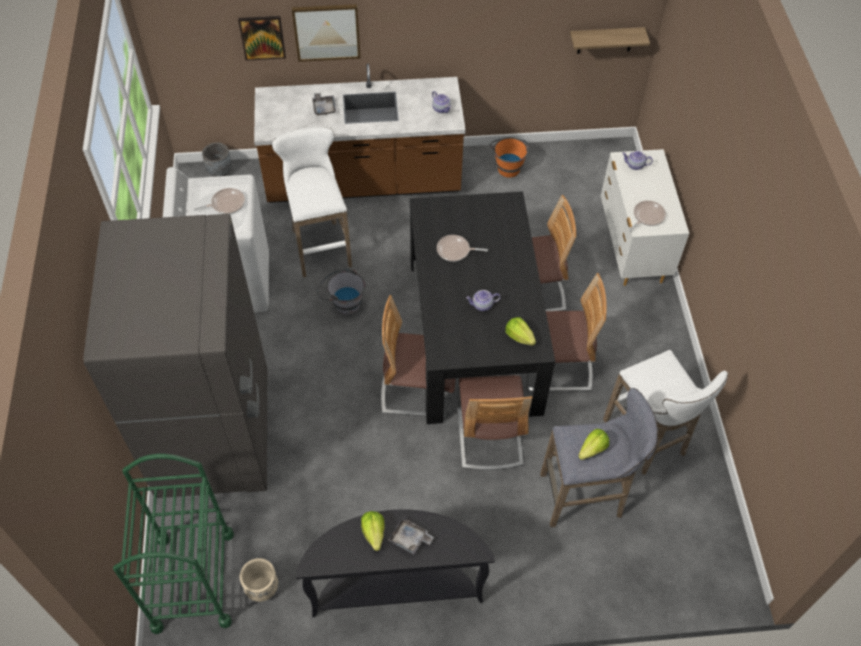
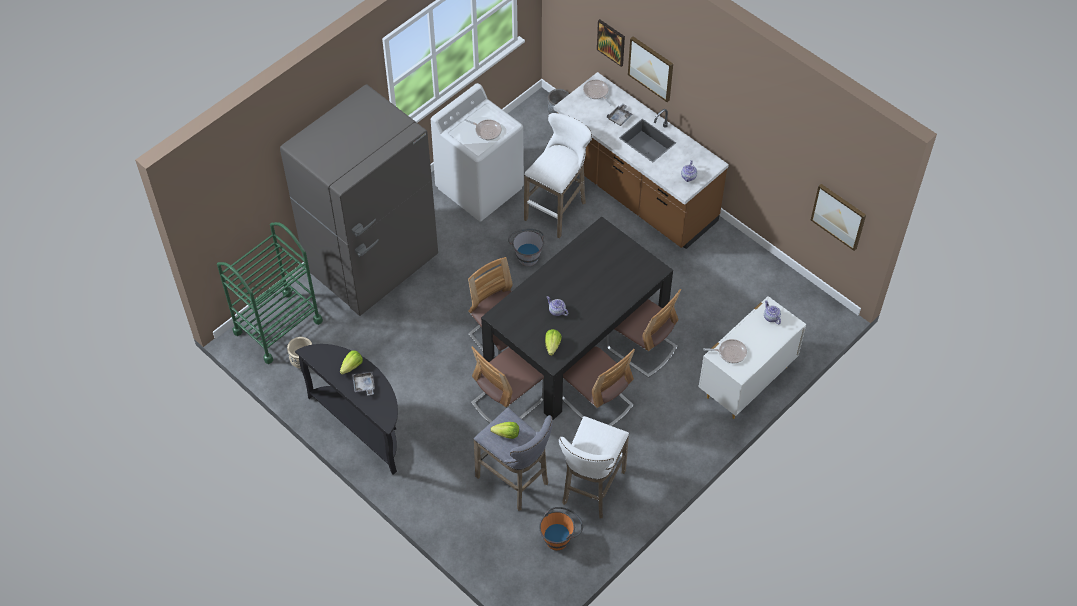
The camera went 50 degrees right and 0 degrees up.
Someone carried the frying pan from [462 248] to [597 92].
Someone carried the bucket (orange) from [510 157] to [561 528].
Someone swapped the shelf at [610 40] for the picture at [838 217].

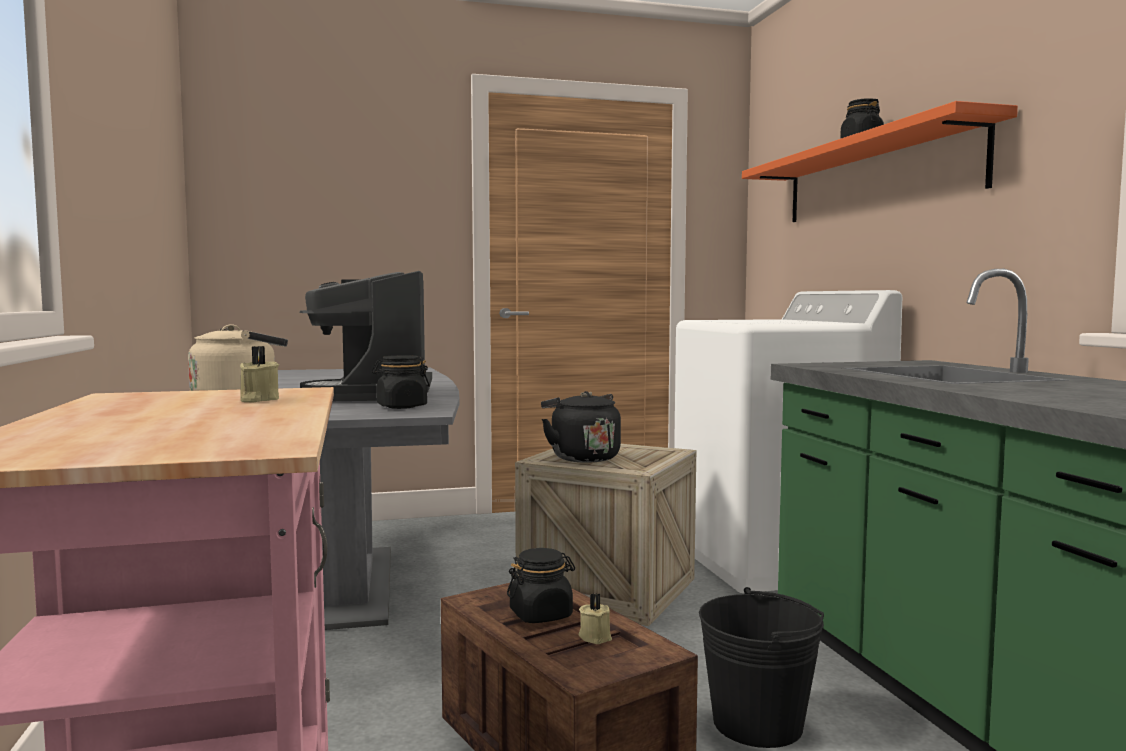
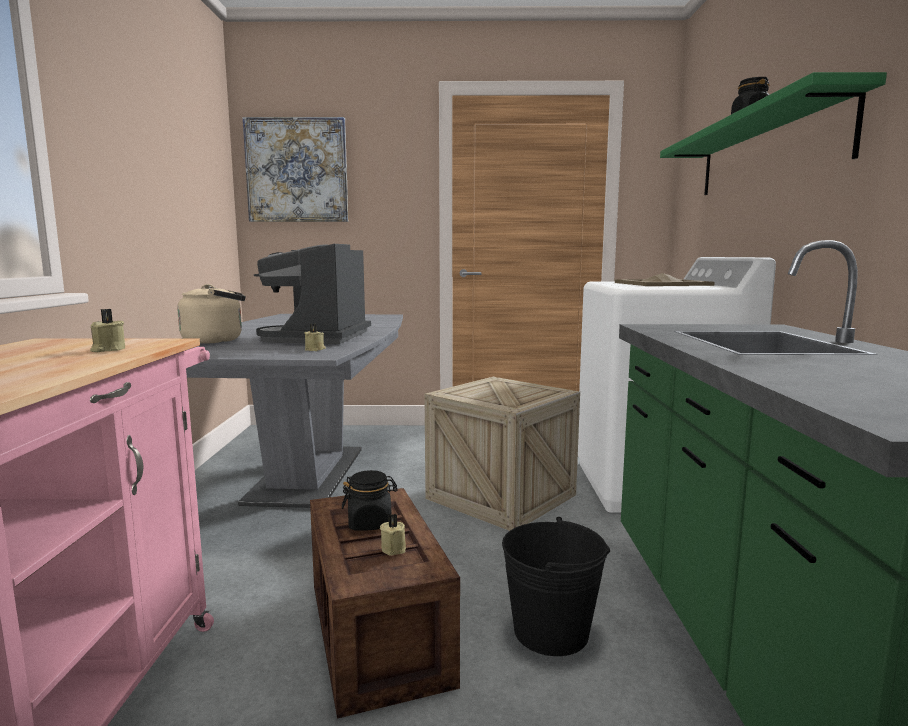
The camera went 15 degrees right and 5 degrees up.
Someone swapped the jar (black) at [401 382] for the candle (beige) at [315 337].
Someone took away the kettle (black) at [581 427].
Someone repainted the shelf (orange) at [880 161], which became the shelf (green) at [773 133].
Someone put up the picture at [295 169].
Someone put down the tray (beige) at [665 279].

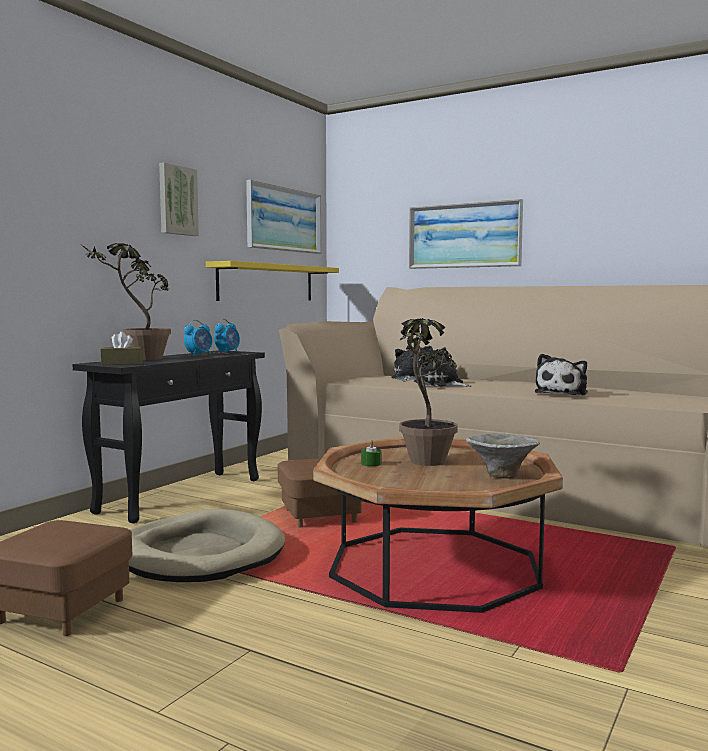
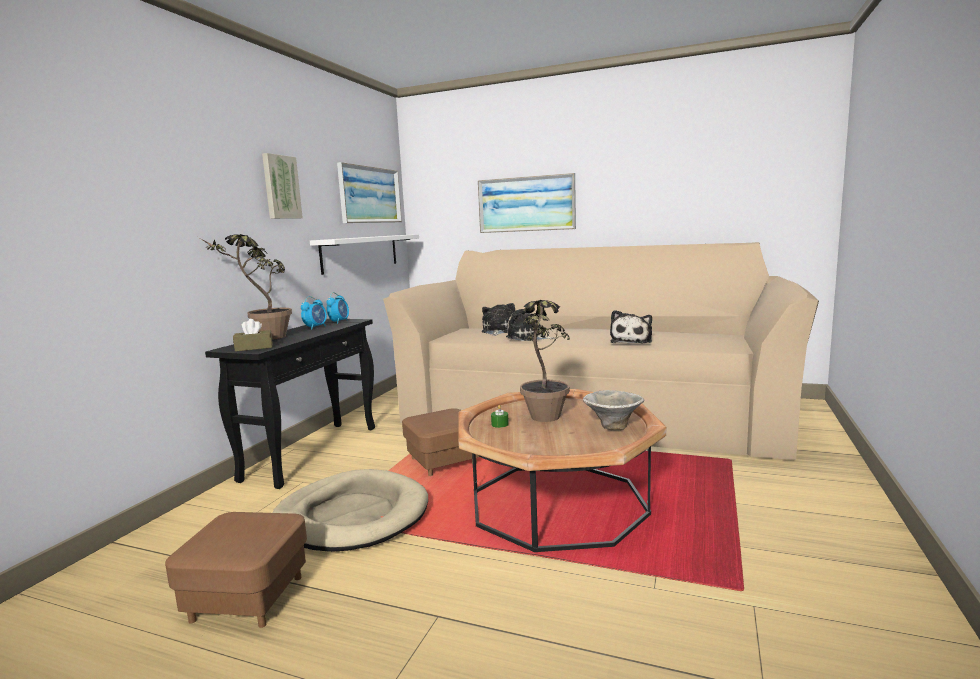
The camera went 10 degrees left and 5 degrees up.
Someone repainted the shelf (yellow) at [272 281], which became the shelf (white) at [364 254].

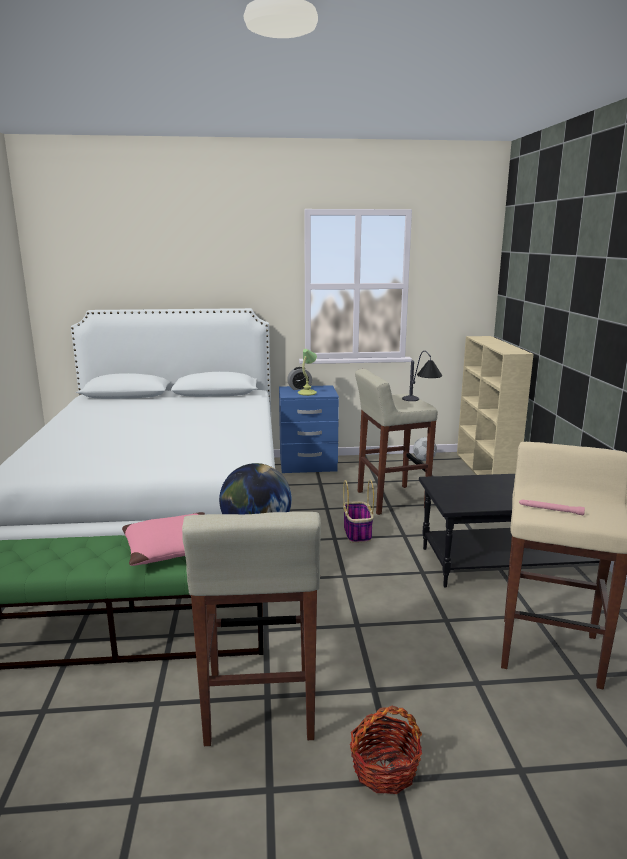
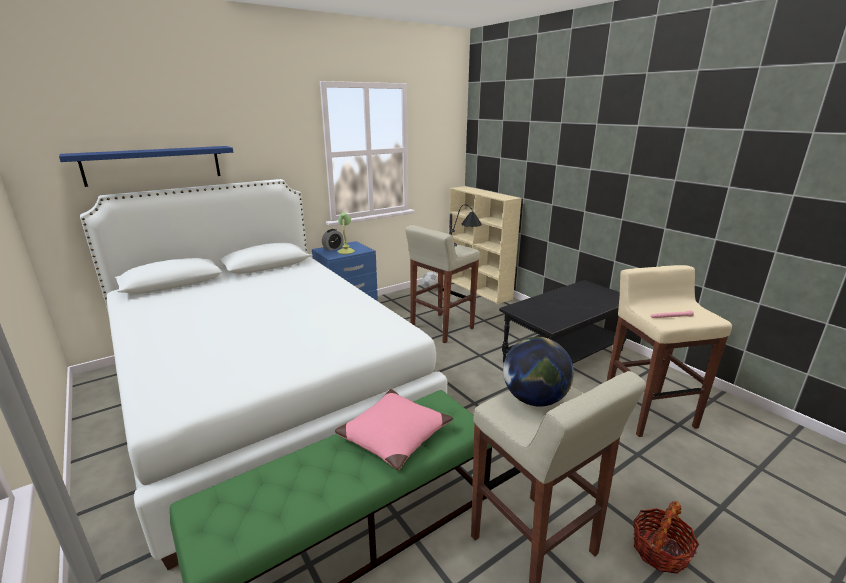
The camera went 30 degrees left and 5 degrees up.
Someone took away the basket at [358 511].
Someone put up the shelf (blue) at [146 166].

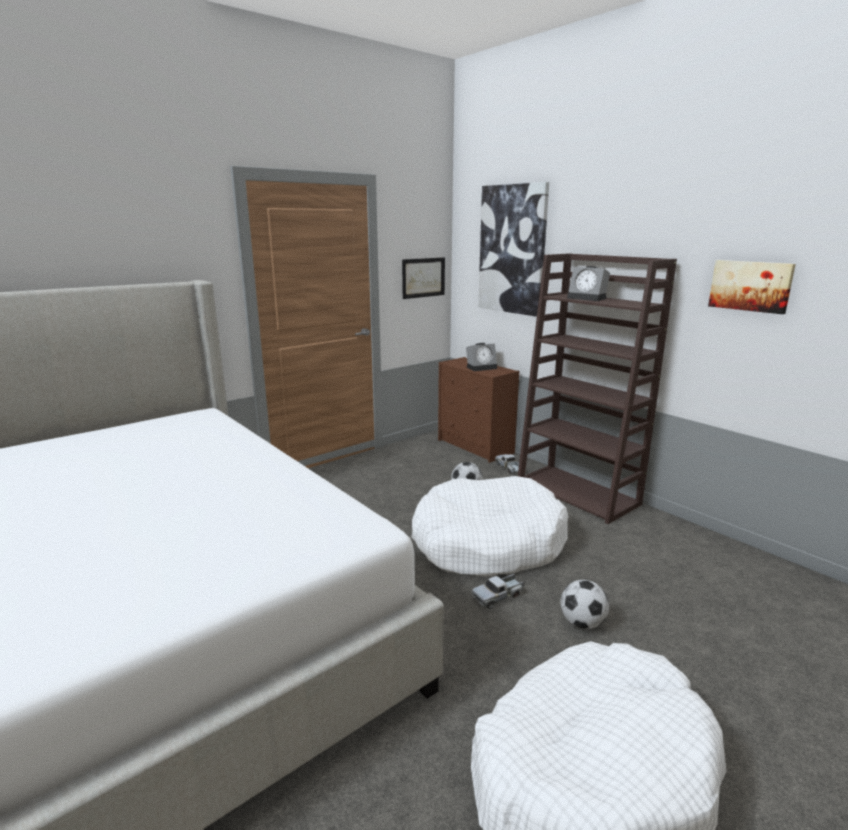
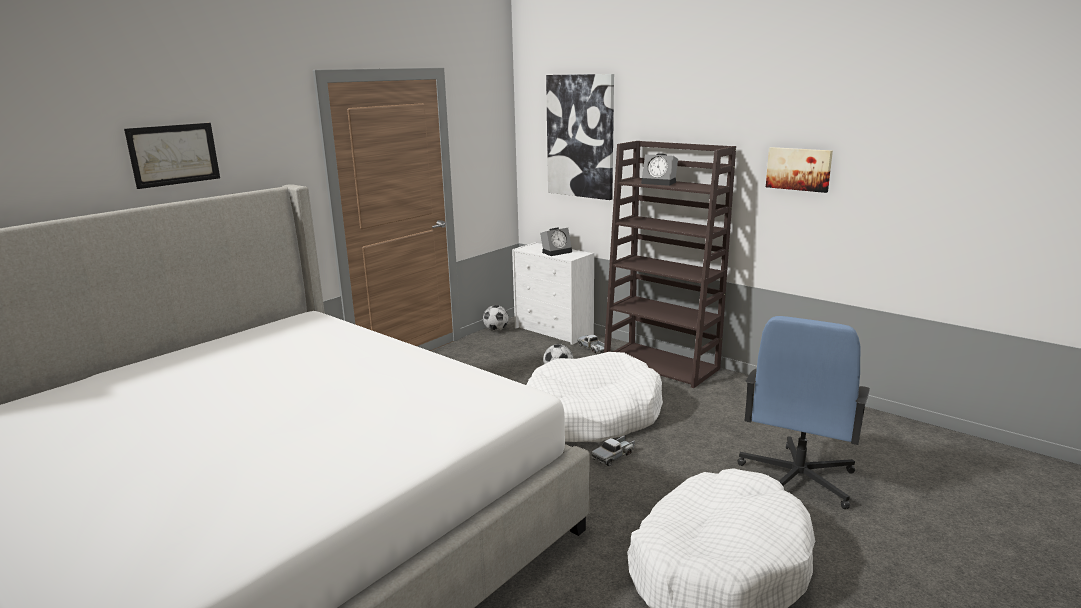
The camera went 10 degrees left and 0 degrees up.
Someone carried the picture from [423 278] to [172 156].
Someone repainted the dresser (brown) at [478 410], which became the dresser (white) at [553 293].
Someone carried the football from [584 604] to [496 318].
Someone put down the office chair (blue) at [803 412].

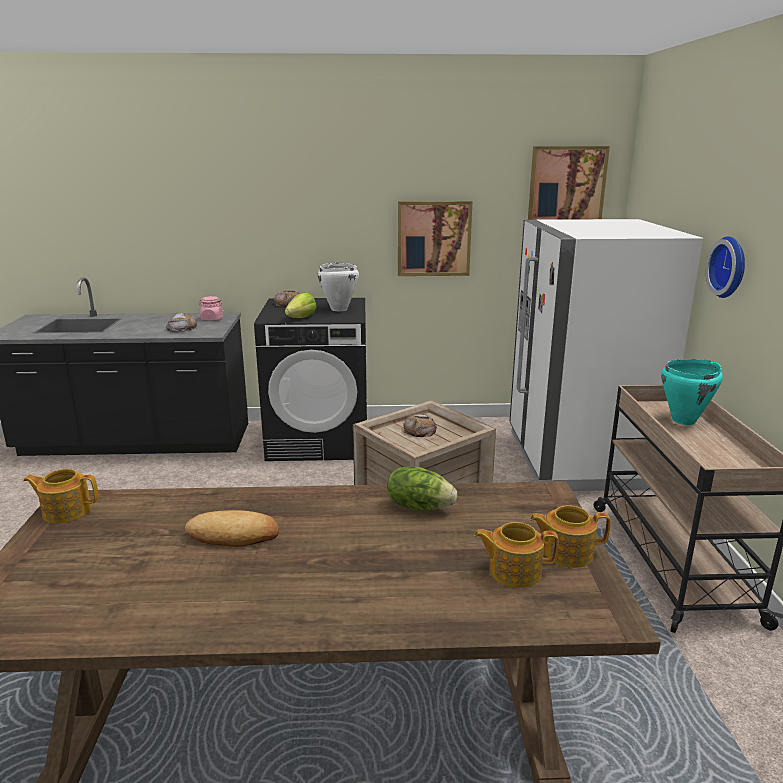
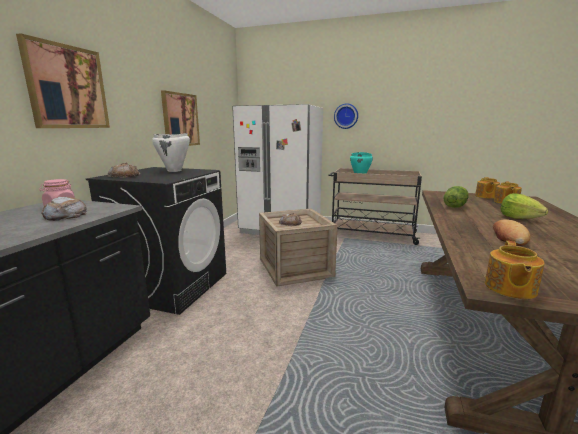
The camera went 70 degrees left and 5 degrees down.
Someone carried the lettuce from [300 305] to [524 206].
Someone carried the picture from [569 183] to [63 80].

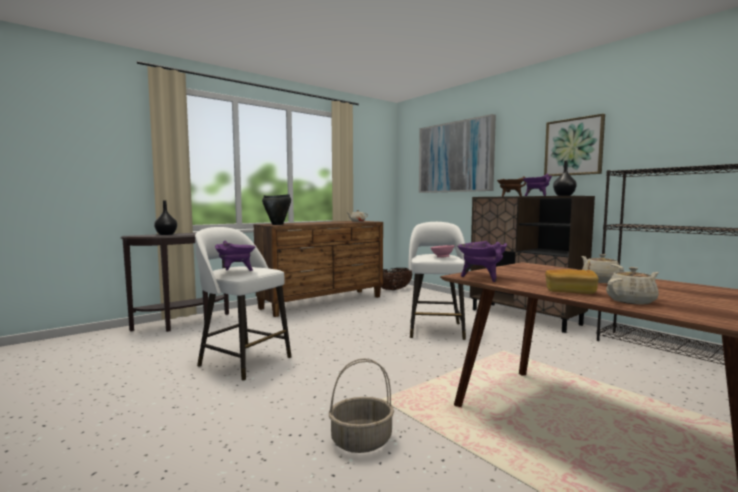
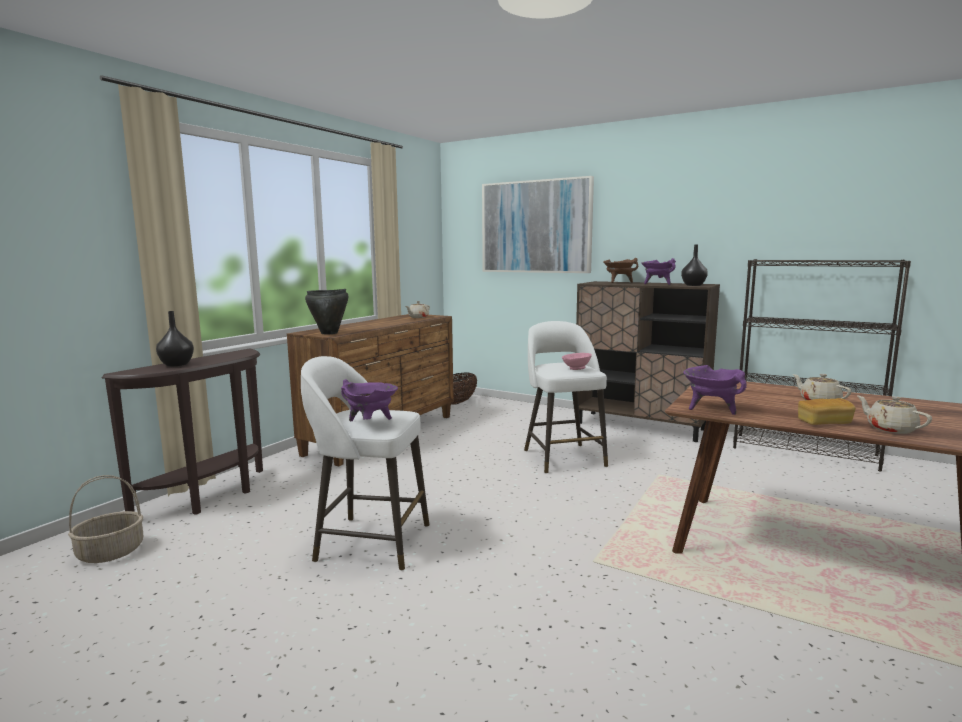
The camera went 20 degrees left and 5 degrees up.
Someone carried the basket from [361 405] to [105 519].
Someone took away the picture at [574 145].
Someone rotated the teapot (beige) at [632 286] by 75 degrees counterclockwise.

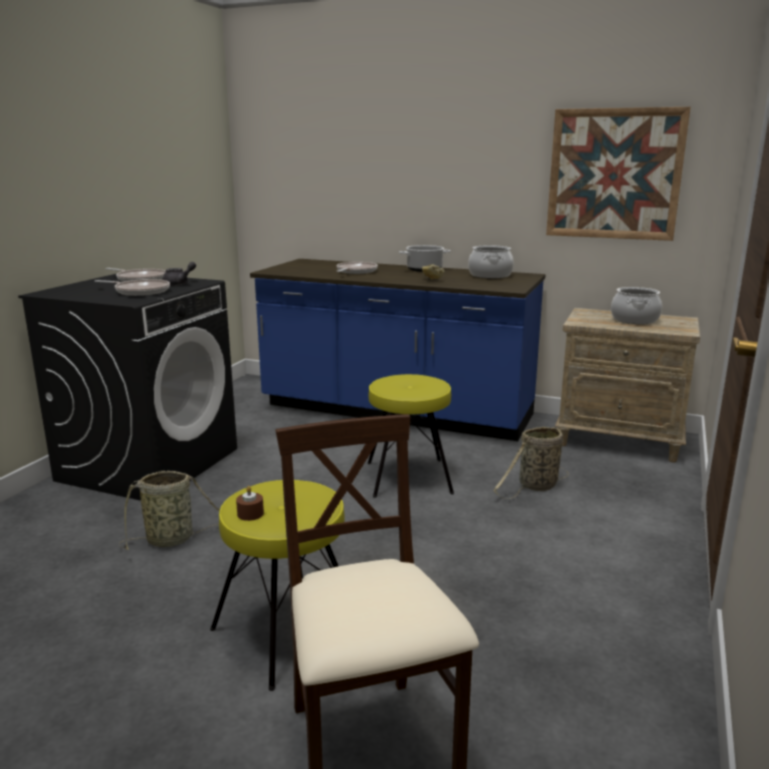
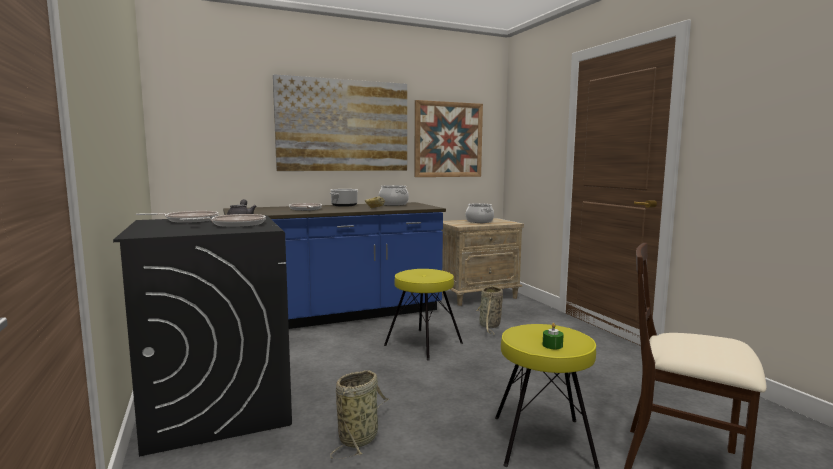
The camera went 45 degrees left and 10 degrees down.
Someone repainted the candle (brown) at [250 503], which became the candle (green) at [553 336].
Someone put up the picture at [340 122].

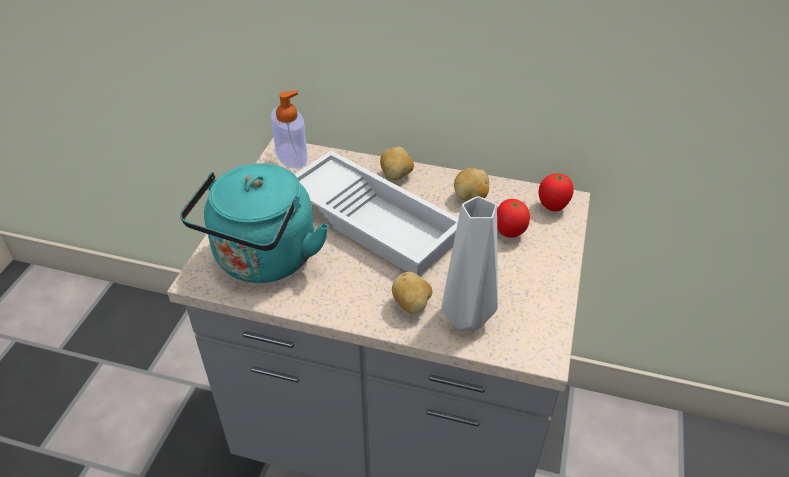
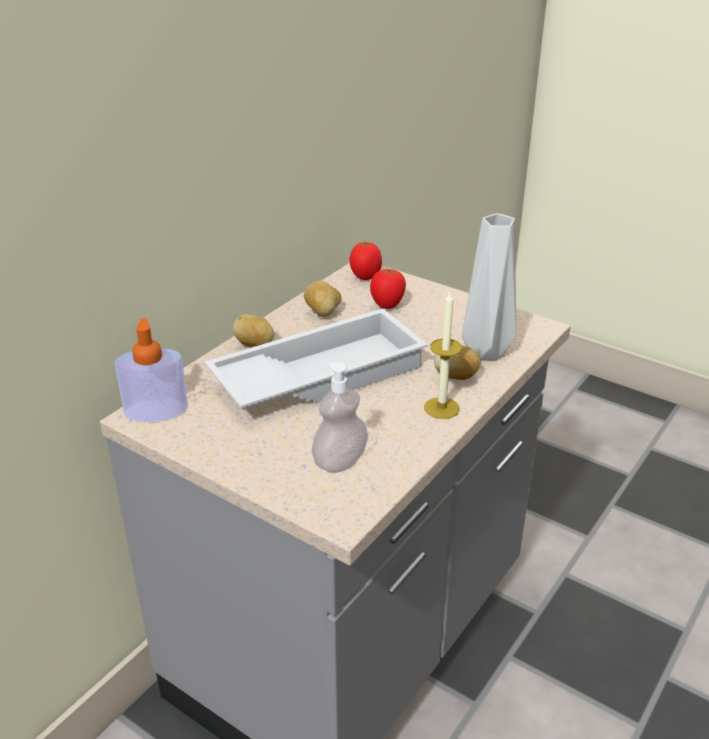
The camera went 70 degrees left and 10 degrees down.
Someone swapped the kettle (turquoise) at [254 223] for the soap dispenser at [339 417].
Someone put down the candle at [443 355].

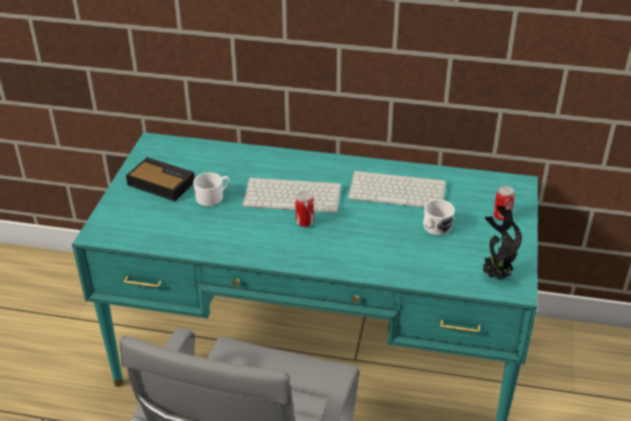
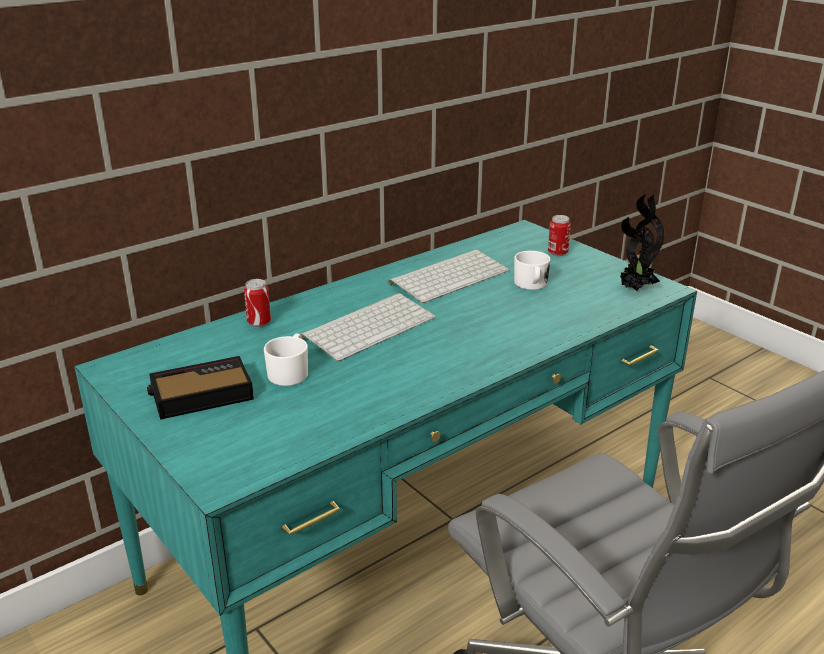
The camera went 50 degrees left and 10 degrees down.
Someone carried the can from [304 209] to [257 303].

